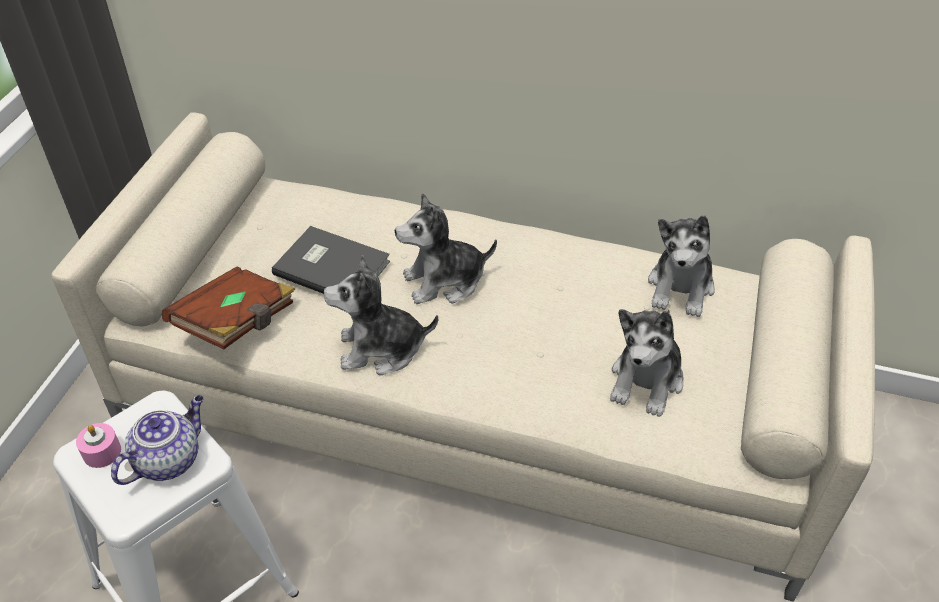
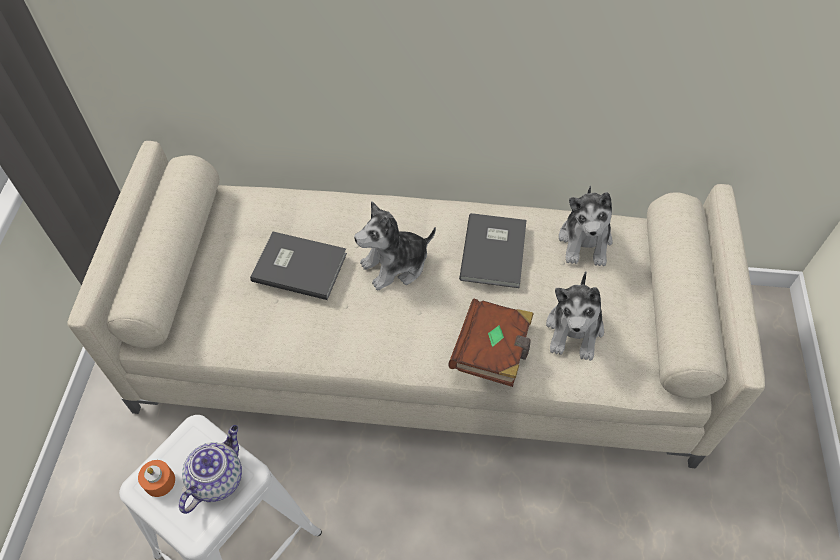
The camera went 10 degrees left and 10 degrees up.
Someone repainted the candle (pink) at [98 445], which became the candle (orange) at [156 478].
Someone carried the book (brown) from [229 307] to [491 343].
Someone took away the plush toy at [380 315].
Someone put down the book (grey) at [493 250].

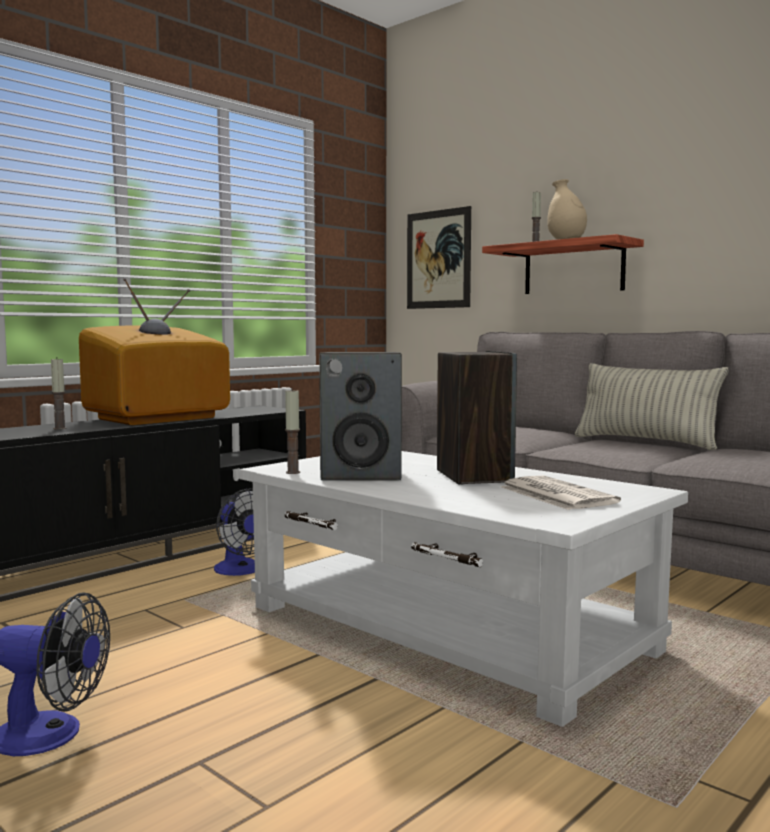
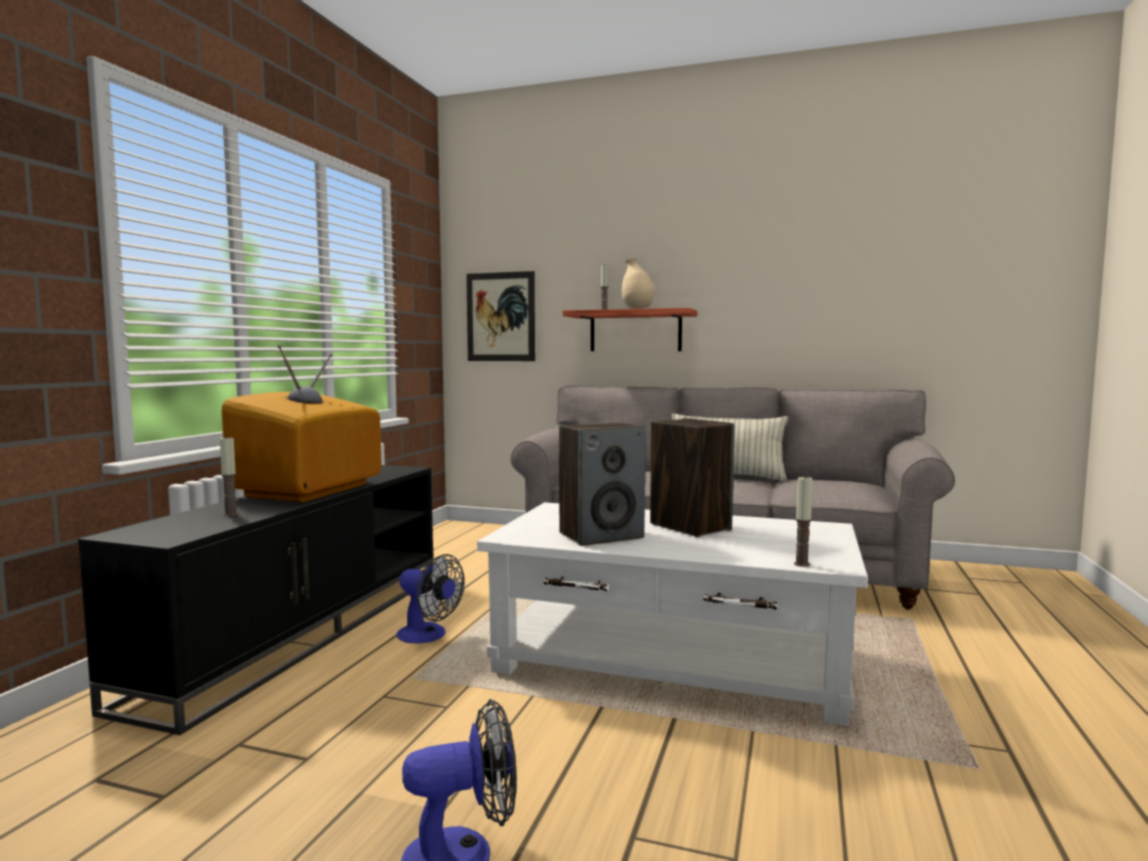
The camera went 25 degrees left and 0 degrees up.
Someone carried the candle from [292 432] to [803 521].
Someone took away the newspaper at [561 492].

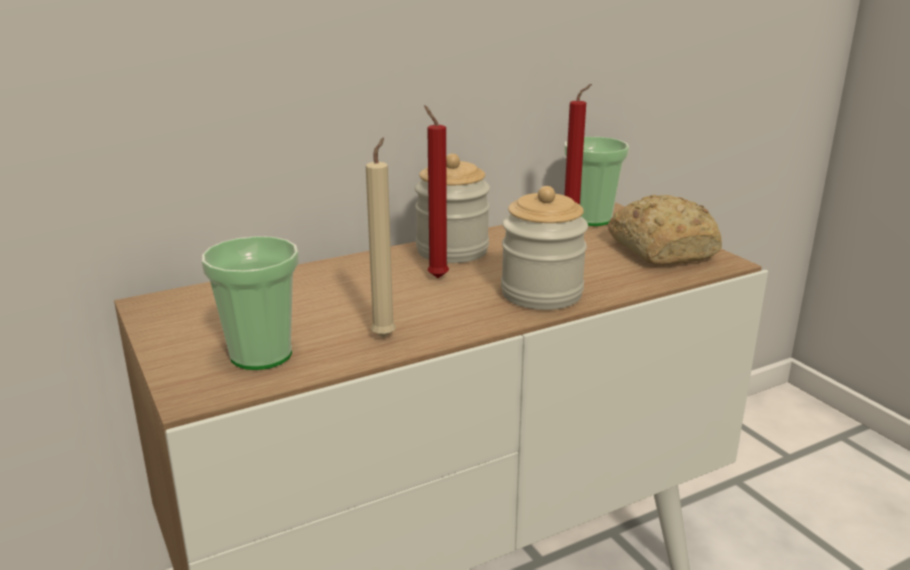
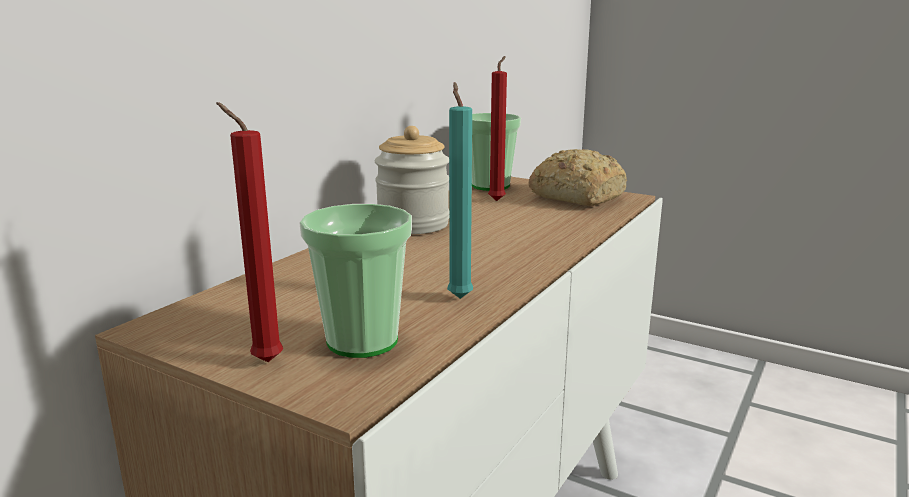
The camera went 30 degrees left and 5 degrees down.
Someone repainted the candle (beige) at [381 238], which became the candle (turquoise) at [460 190].
Someone carried the candle (red) from [436 191] to [249 232].
Someone took away the jar at [544 248].

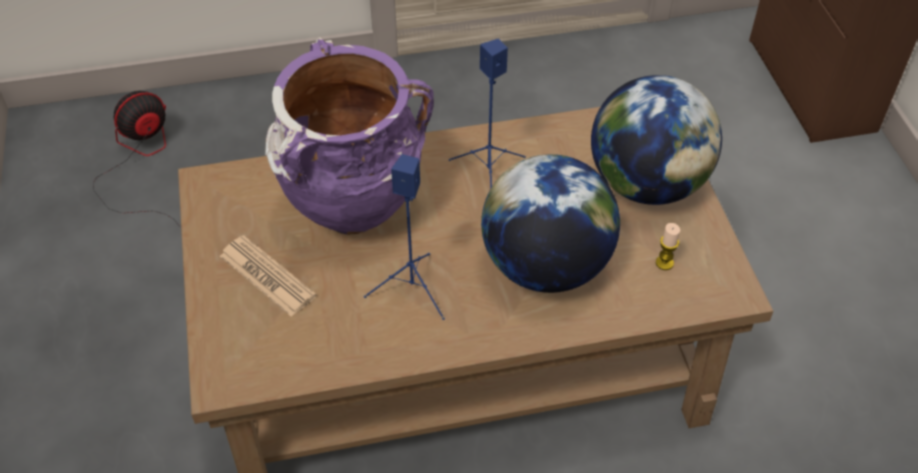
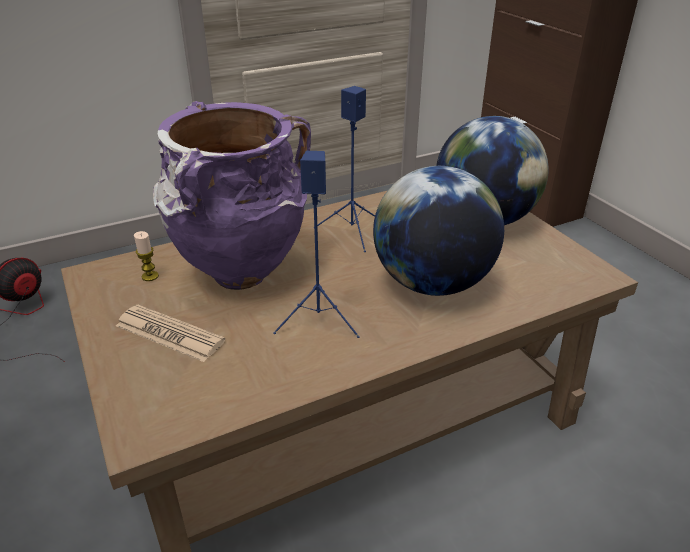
The camera went 15 degrees left and 15 degrees down.
Someone carried the candle from [668 246] to [146 256].

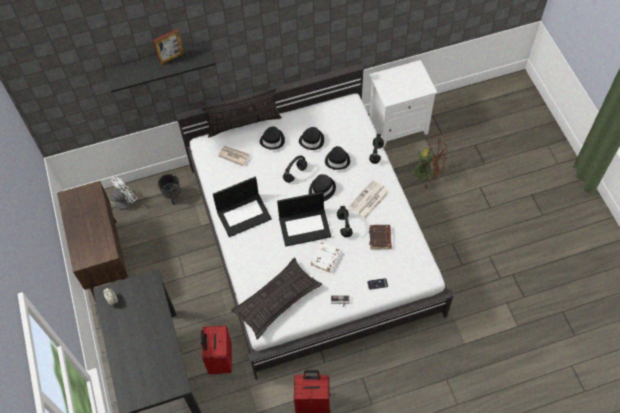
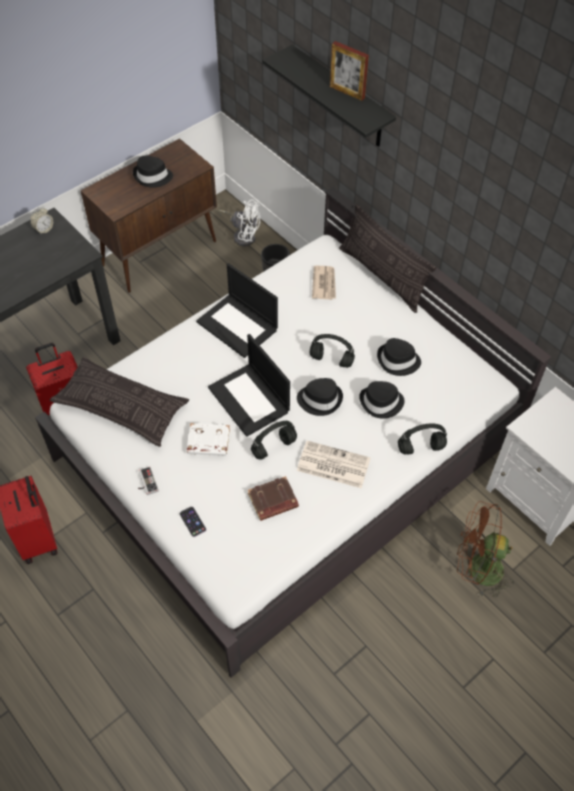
The camera went 65 degrees right and 5 degrees down.
Someone carried the hat (black) from [272 138] to [153 171].
Someone rotated the fan (brown) at [428 161] by 105 degrees clockwise.

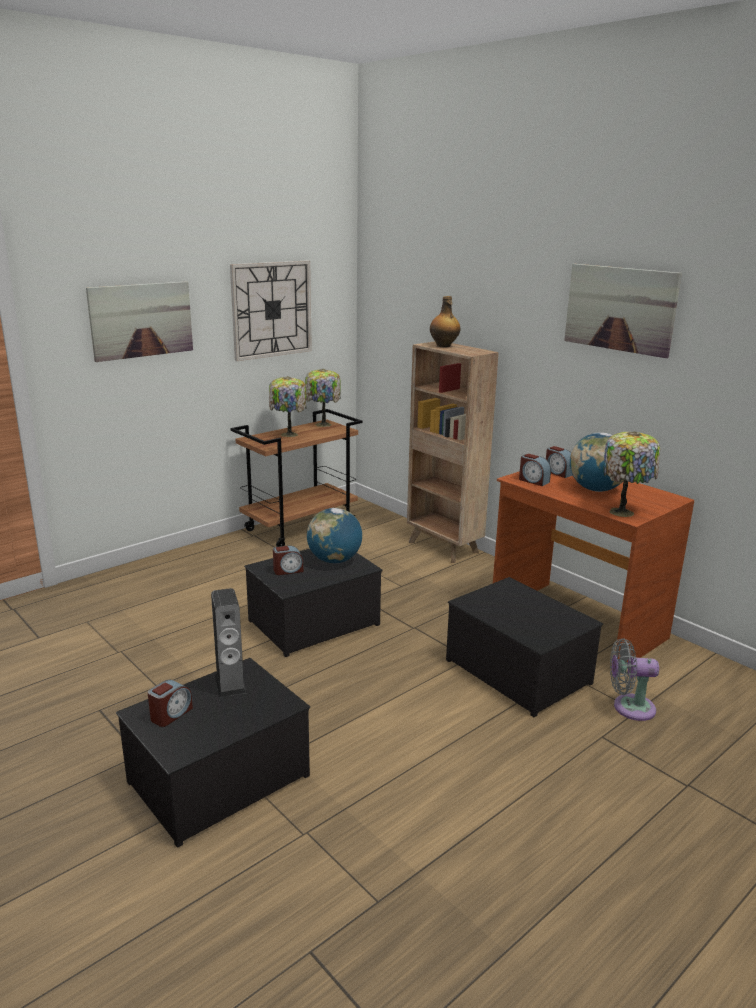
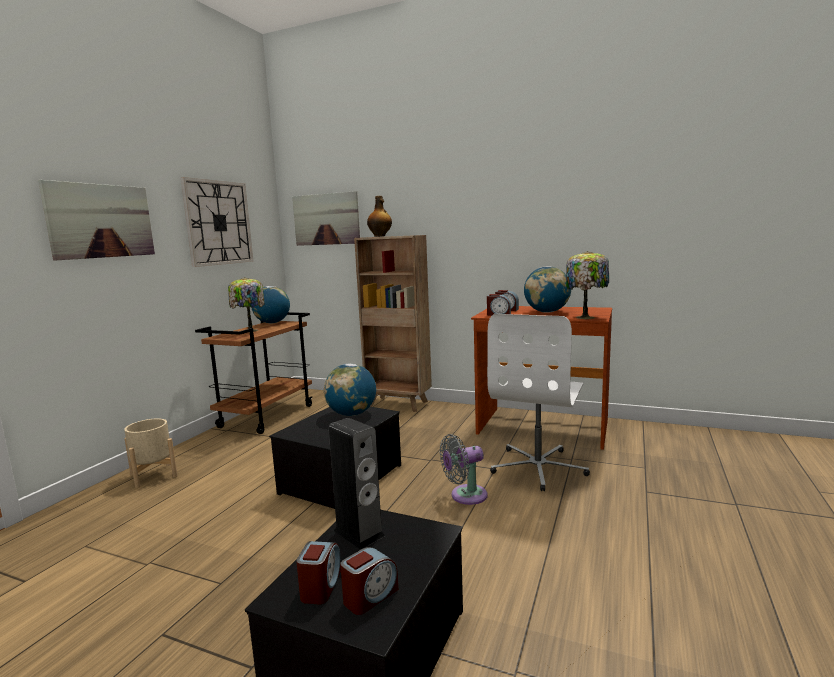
The camera went 25 degrees left and 10 degrees down.
Someone carried the alarm clock from [288 560] to [369 581].
Someone swapped the table lamp at [323 398] for the globe at [270 304].
Someone swapped the storage box at [524 647] for the office chair (white) at [538 402].
Someone carried the picture from [623 311] to [326 218].
Someone carried the fan (grey) from [634 679] to [464 469].
Someone put down the planter (beige) at [151 453].

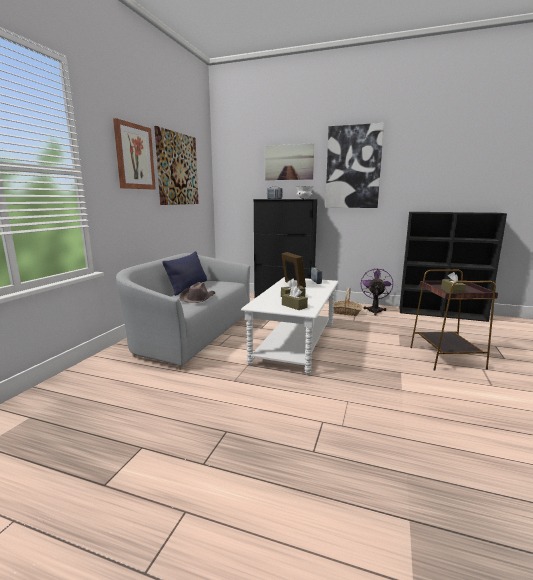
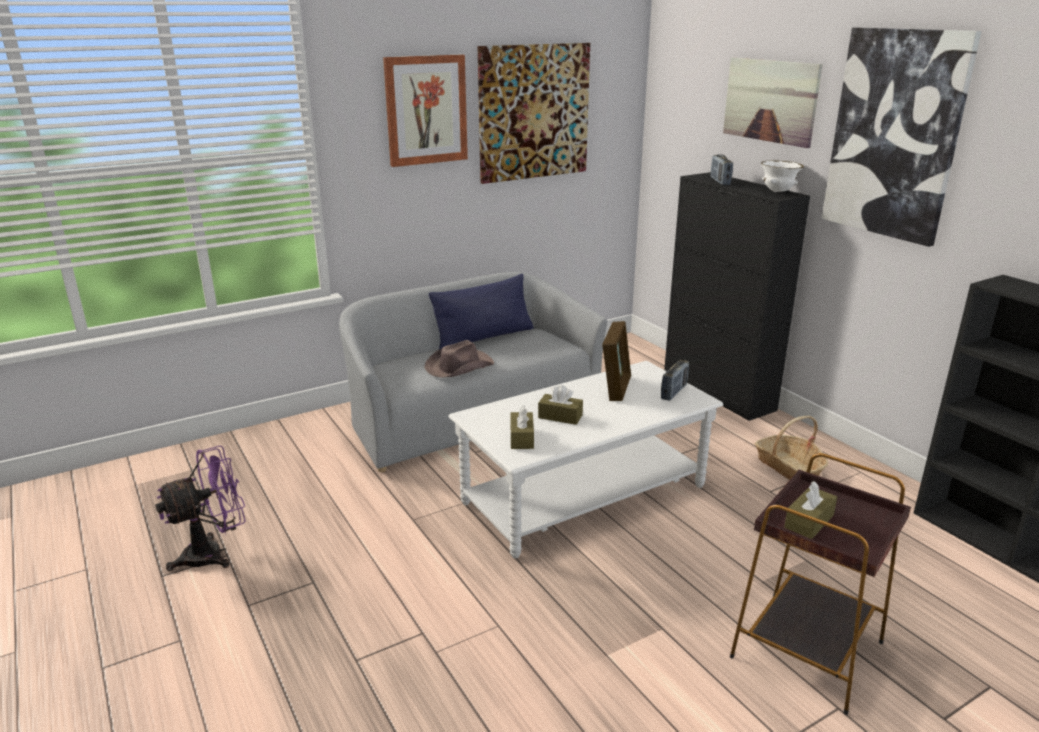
The camera went 40 degrees right and 10 degrees up.
Someone carried the fan (purple) from [377 291] to [200 508].

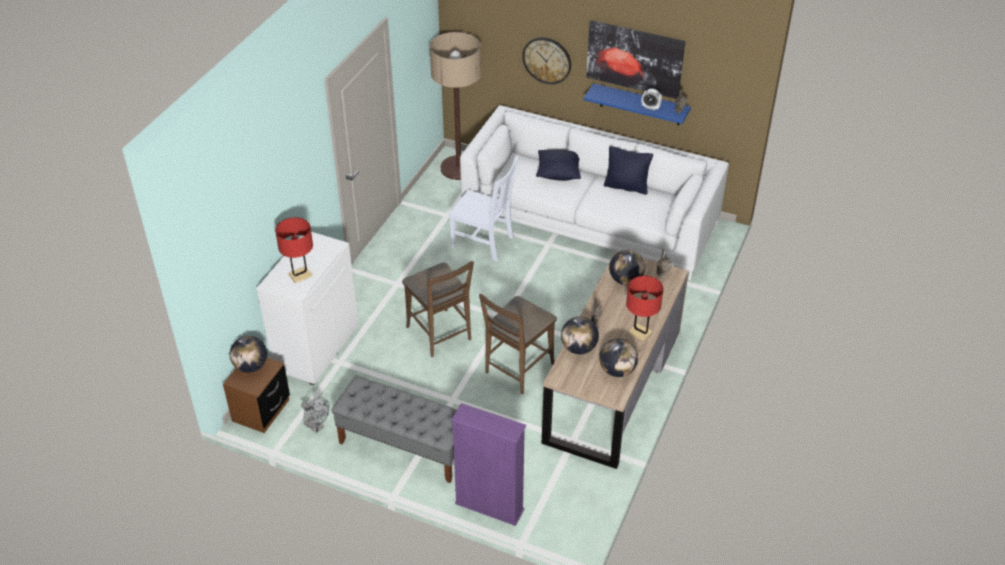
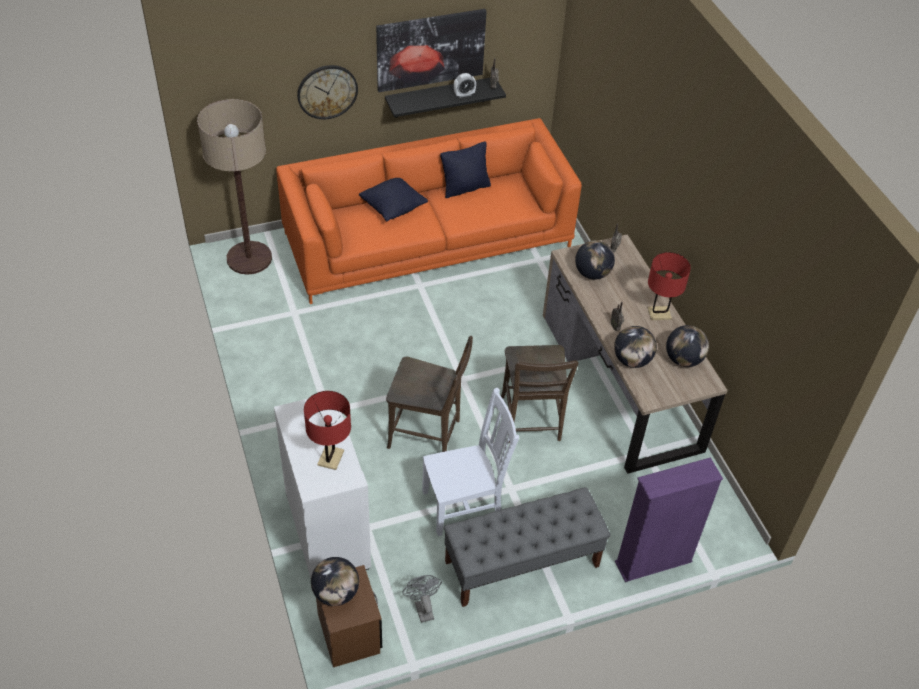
The camera went 45 degrees left and 5 degrees up.
Someone rotated the fan (grey) at [315 415] by 105 degrees counterclockwise.
Someone carried the chair (white) from [484 209] to [470 461].
Someone repainted the sofa (white) at [594 192], which became the sofa (orange) at [429 211].
Someone repainted the shelf (blue) at [637 104], which became the shelf (black) at [445 98].

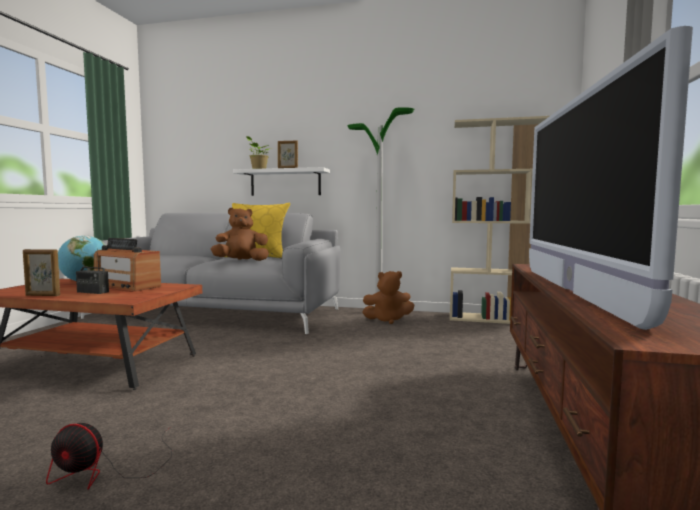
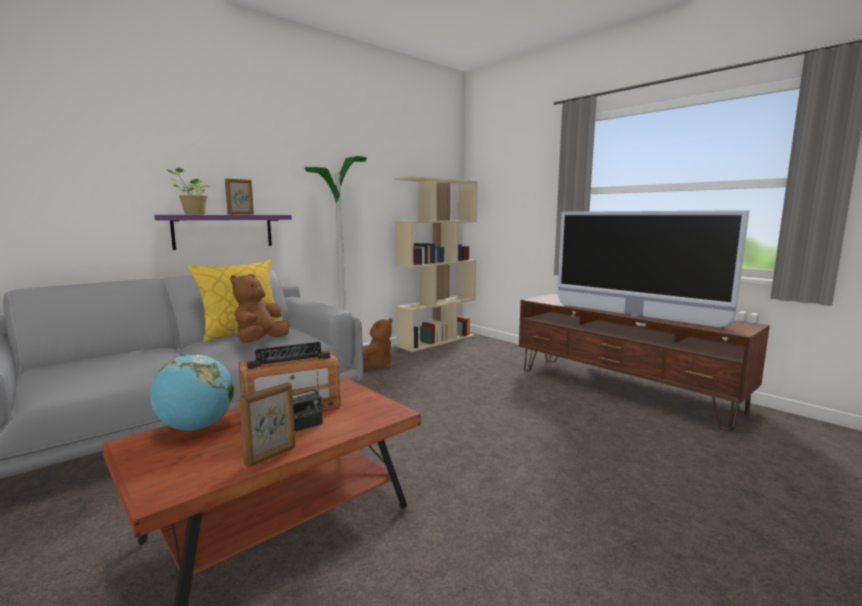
The camera went 55 degrees left and 5 degrees up.
Someone took away the fan at [109 456].
Someone repainted the shelf (white) at [281 181], which became the shelf (purple) at [223 232].

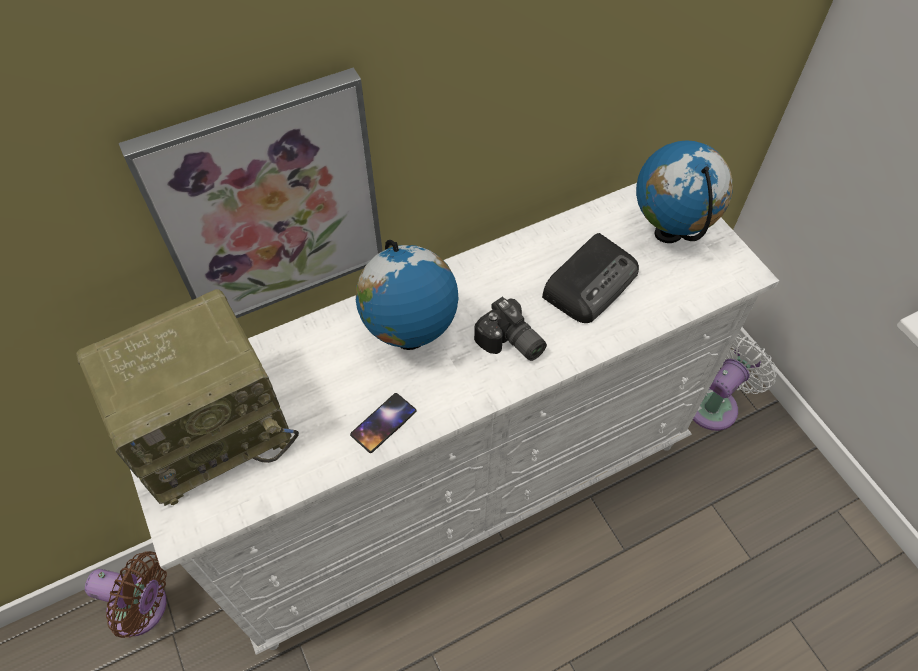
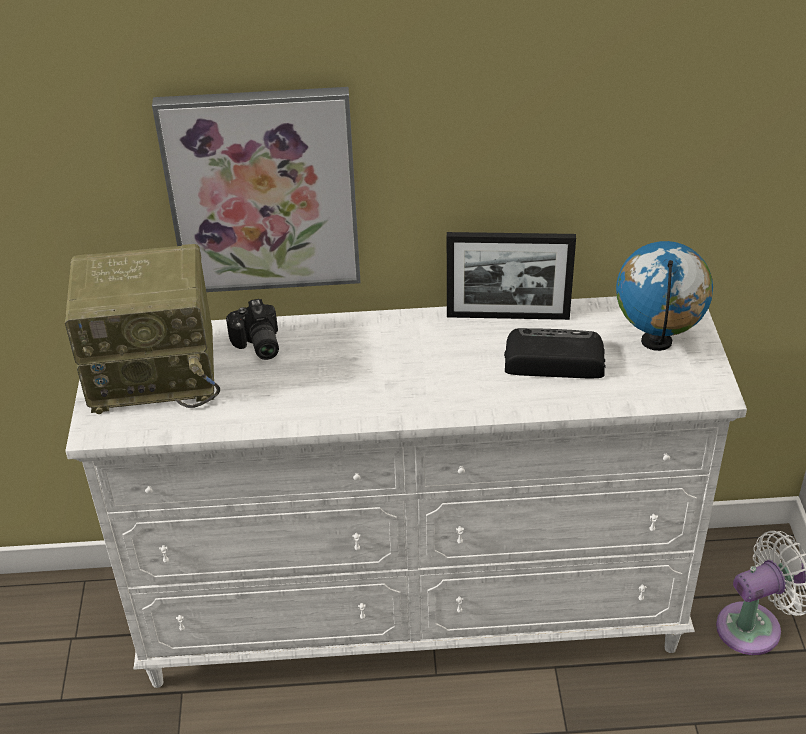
The camera went 25 degrees right and 15 degrees down.
Someone took away the fan (brown) at [126 594].
Someone took away the phone at [383 423].
Someone took away the globe at [407 295].
Someone carried the photo camera from [510 329] to [252 329].
Someone rotated the radio at [590 278] by 150 degrees counterclockwise.
Someone put down the picture frame at [511 276].

